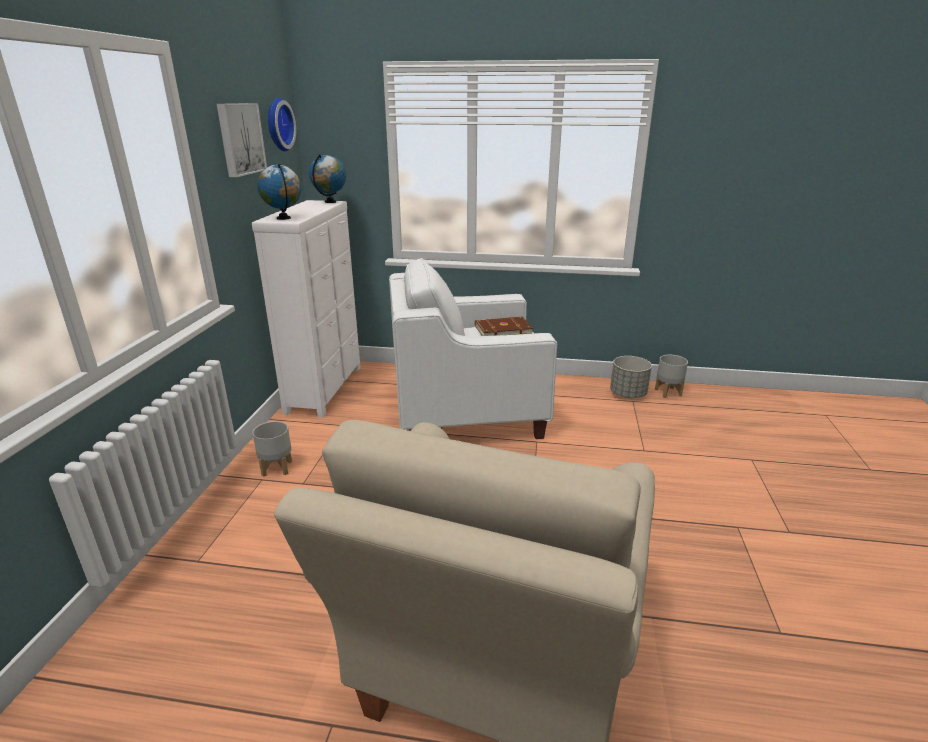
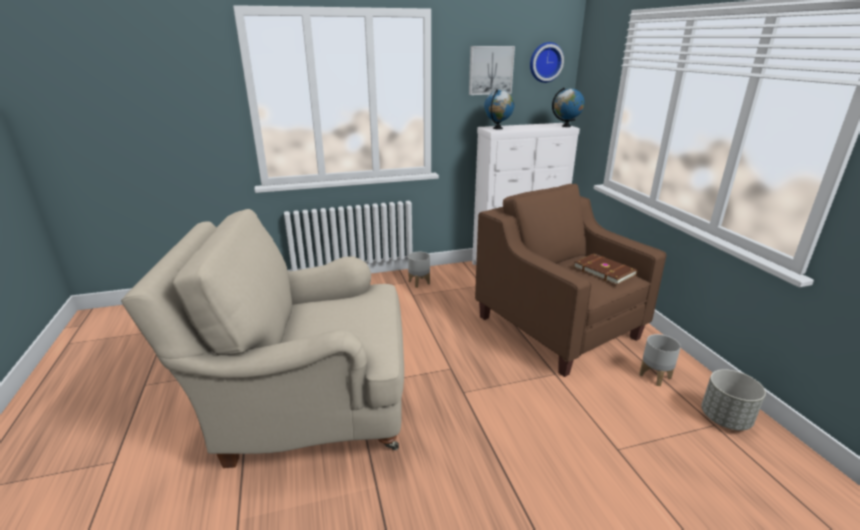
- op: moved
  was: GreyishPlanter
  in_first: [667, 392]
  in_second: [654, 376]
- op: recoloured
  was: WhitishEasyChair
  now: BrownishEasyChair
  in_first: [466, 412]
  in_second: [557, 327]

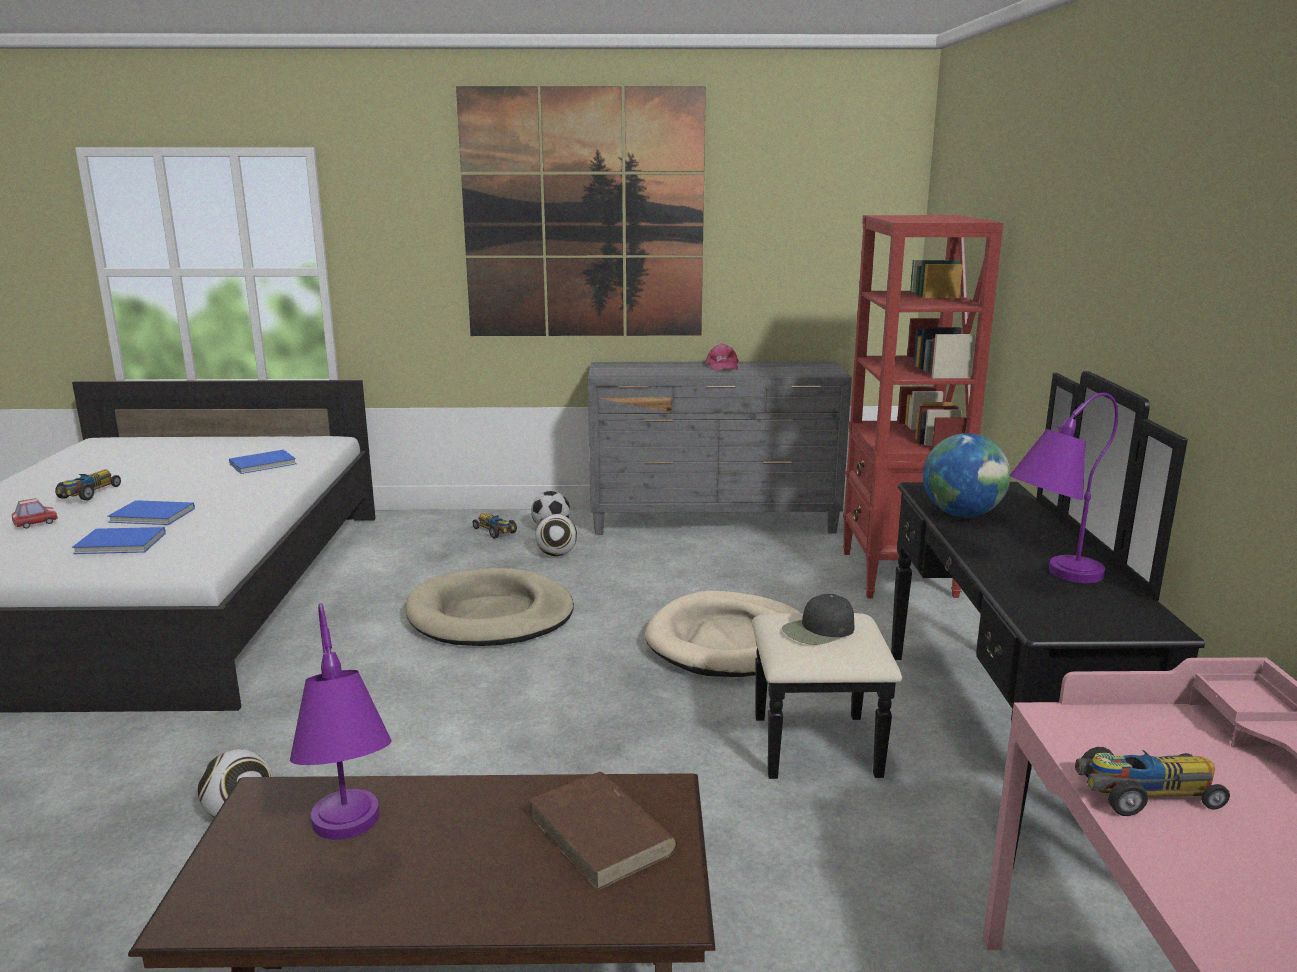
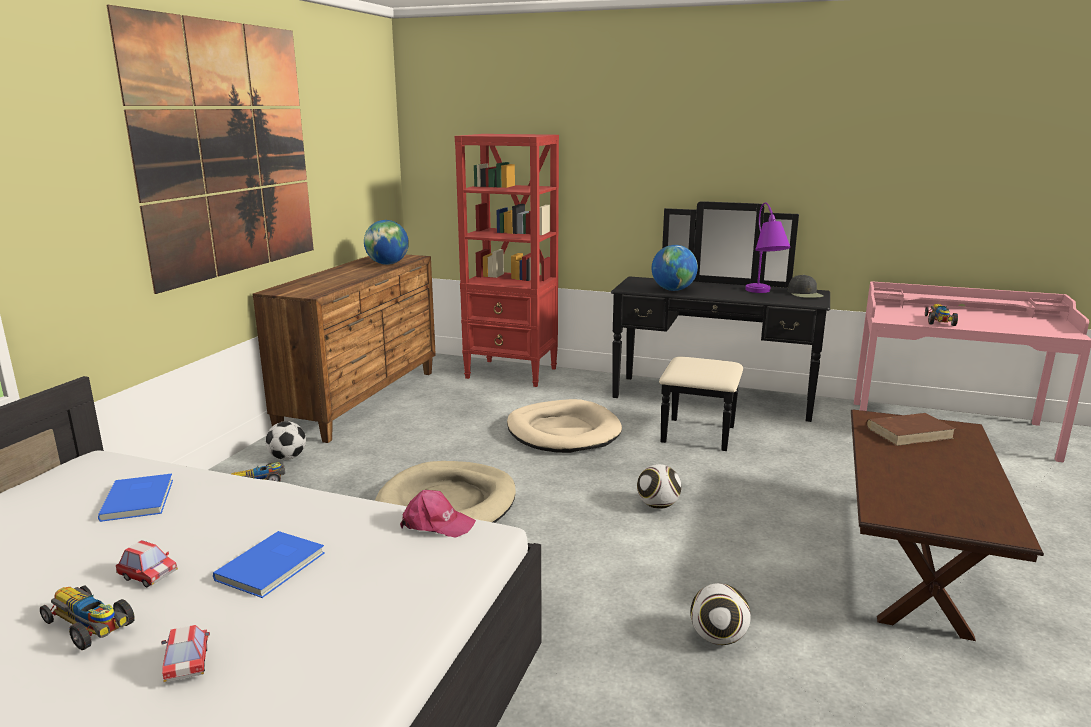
- op: removed
  was: BlueVolume
  in_first: [121, 544]
- op: removed
  was: PurpleLampForATable
  in_first: [349, 846]
- op: added
  now: MiniatureCar
  in_second: [148, 576]
- op: added
  now: WorldGlobe
  in_second: [387, 264]
- op: moved
  was: FootballBall
  in_first: [556, 554]
  in_second: [658, 505]
- op: moved
  was: PinkColouredCap
  in_first: [722, 366]
  in_second: [436, 524]
- op: moved
  was: BlackishCap
  in_first: [819, 630]
  in_second: [805, 294]
- op: recoloured
  was: GreyishDresser
  now: BrownishDresser
  in_first: [714, 522]
  in_second: [362, 400]

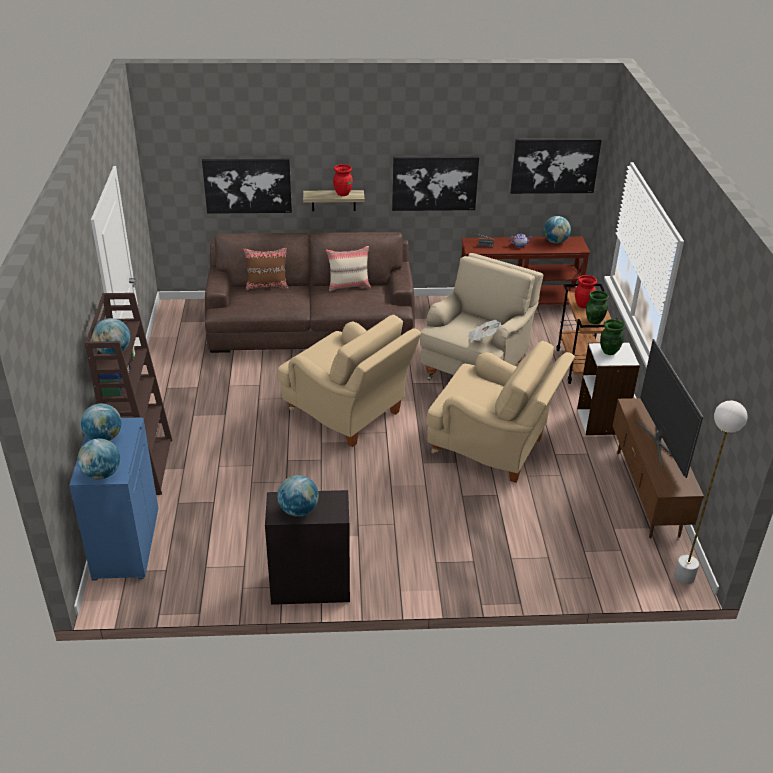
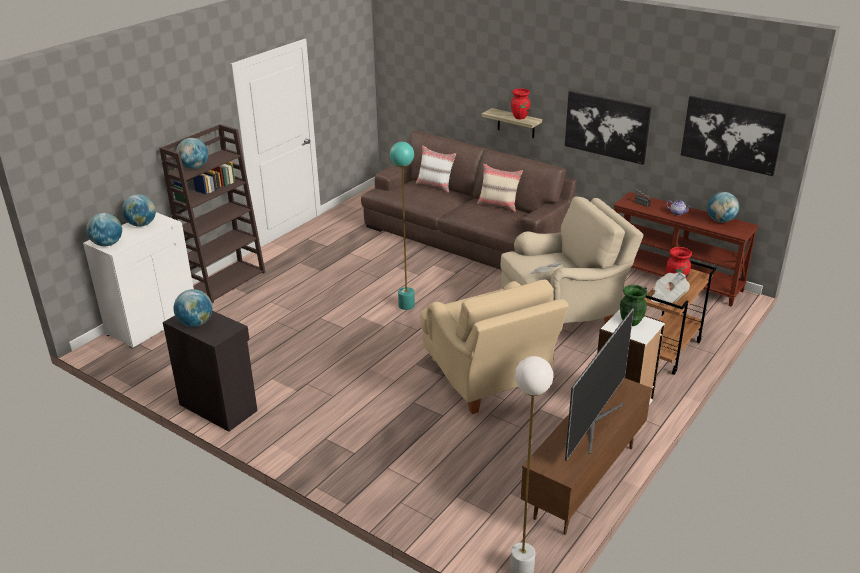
- op: removed
  was: WallPicture
  in_first: [247, 185]
- op: replaced
  was: SandColouredEasyChair
  now: TurquoiseStandingLamp
  in_first: [348, 414]
  in_second: [406, 305]
- op: replaced
  was: GreenVase
  now: DailyPaper
  in_first: [594, 321]
  in_second: [667, 297]
- op: recoloured
  was: BlueStorageCabinet
  now: WhitishStorageCabinet
  in_first: [125, 543]
  in_second: [152, 322]
- op: recoloured
  was: BrownishPillow
  now: WhitishPillow
  in_first: [267, 286]
  in_second: [435, 186]

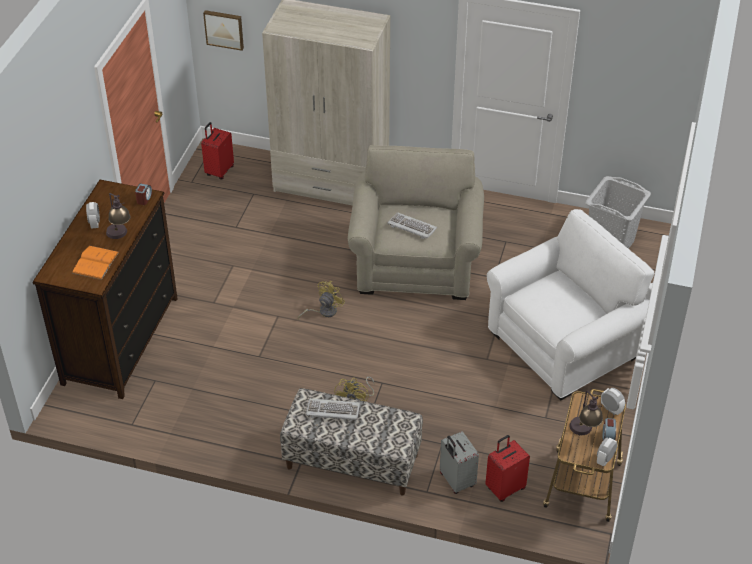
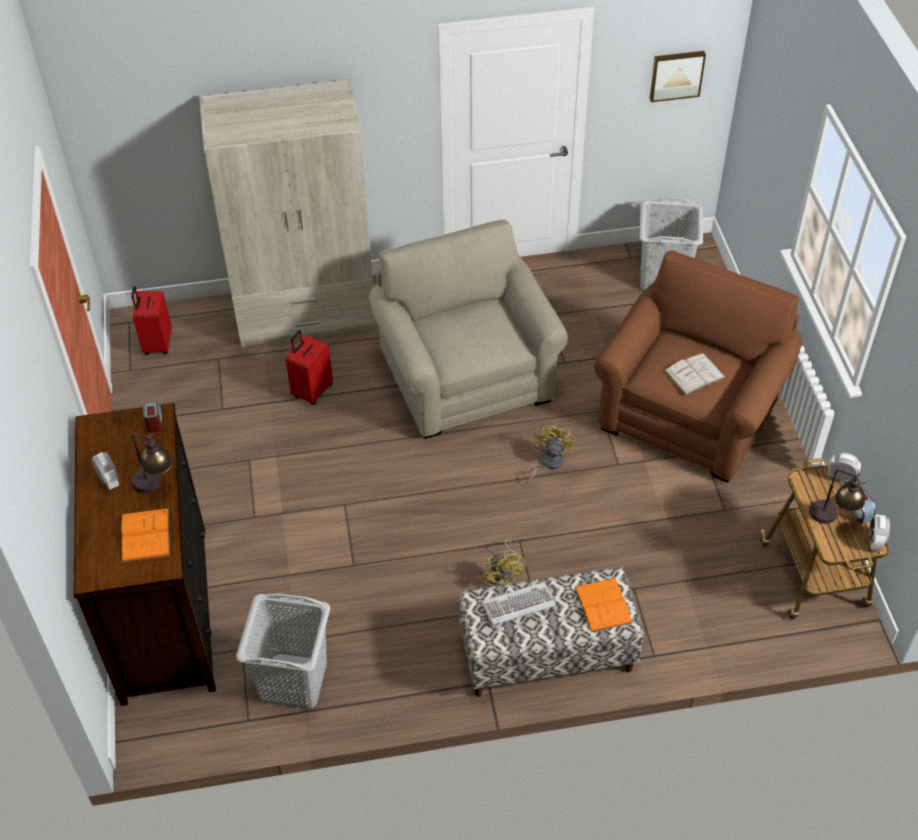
- op: removed
  was: PcKeyboard
  in_first: [411, 227]
- op: removed
  was: GreyishTravelCase
  in_first: [456, 480]
- op: added
  now: GreyishLaundryBasket
  in_second: [293, 681]
- op: added
  now: OrangeColouredVolume
  in_second: [603, 605]
- op: added
  now: WhitishVolume
  in_second: [694, 374]
- op: moved
  was: WallPicture
  in_first: [224, 29]
  in_second: [676, 74]
- op: moved
  was: YellowColouredCoolingFan
  in_first: [324, 311]
  in_second: [548, 463]
- op: moved
  was: RedTravelCase
  in_first: [505, 488]
  in_second: [312, 391]
- op: recoloured
  was: WhitishEasyChair
  now: BrownishEasyChair
  in_first: [565, 344]
  in_second: [690, 414]

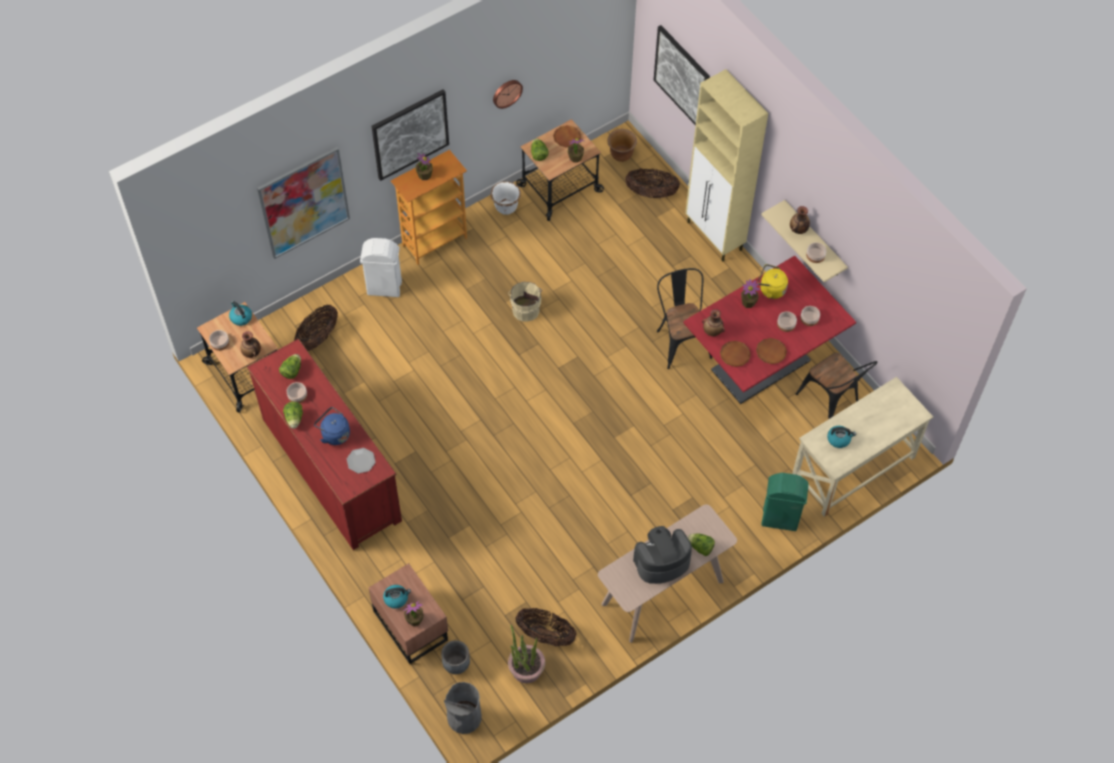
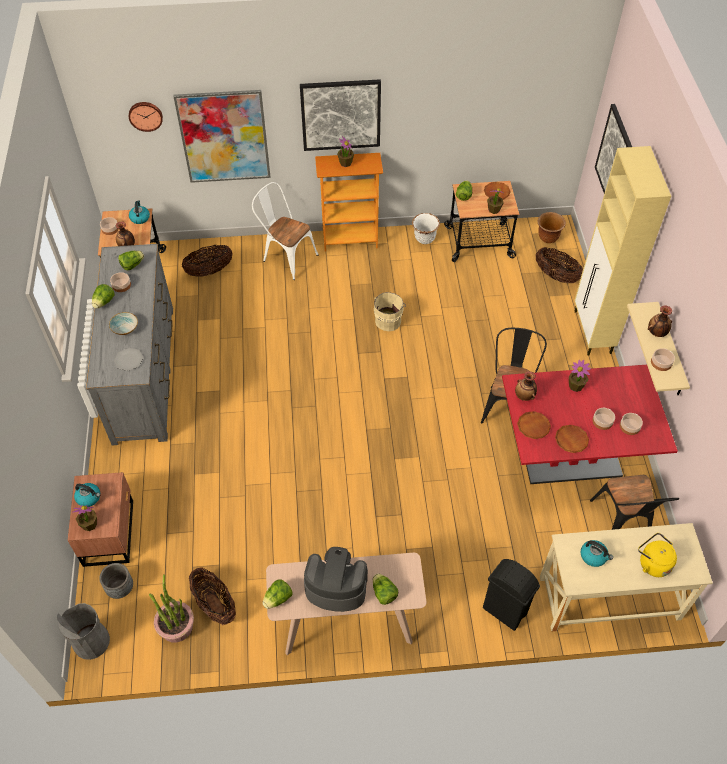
- op: added
  now: HeadOfLettuce
  in_second: [278, 599]
- op: moved
  was: WallClock
  in_first: [506, 93]
  in_second: [145, 115]
- op: moved
  was: YellowColouredWaterKettle
  in_first: [770, 289]
  in_second: [652, 563]
- op: replaced
  was: BlueWaterKettle
  now: Bowl
  in_first: [334, 434]
  in_second: [125, 328]
- op: replaced
  was: WhitishRubbishBin
  now: WhitishUprightChair
  in_first: [384, 288]
  in_second: [286, 257]
- op: recoloured
  was: RedDresser
  now: GreyishDresser
  in_first: [331, 469]
  in_second: [144, 373]
- op: recoloured
  was: GreenRubbishBin
  now: BlackishRubbishBin
  in_first: [779, 519]
  in_second: [504, 610]

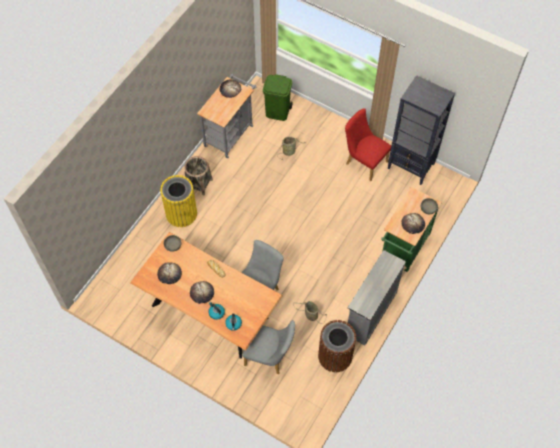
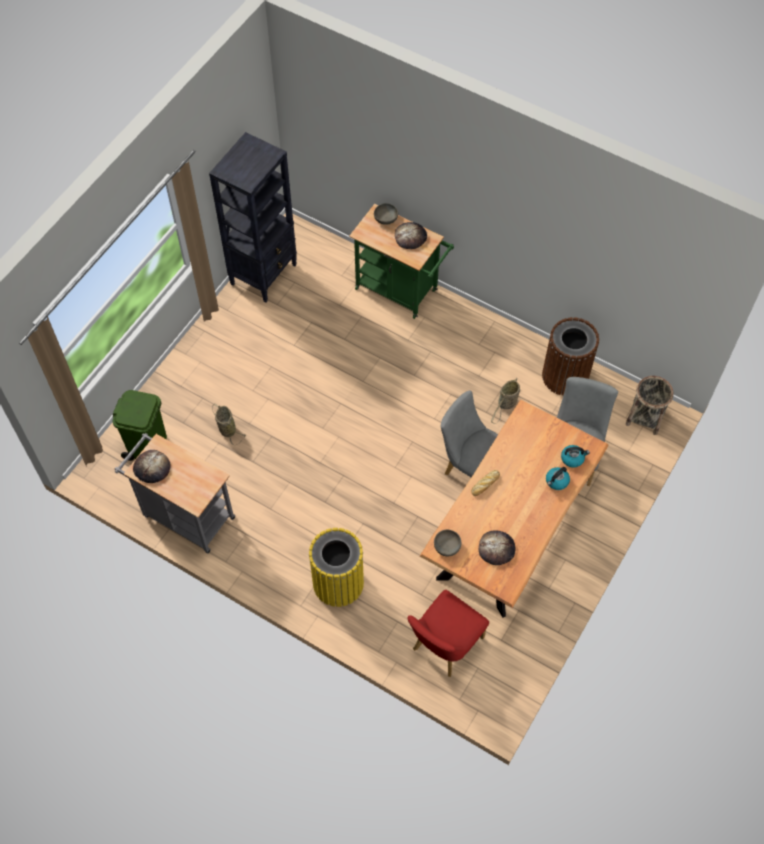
- op: removed
  was: BakeryBread
  in_first: [202, 293]
- op: removed
  was: GreyishDresser
  in_first: [370, 313]
- op: moved
  was: StorageBasket
  in_first: [199, 184]
  in_second: [645, 417]
- op: moved
  was: RedUprightChair
  in_first: [364, 161]
  in_second: [444, 647]

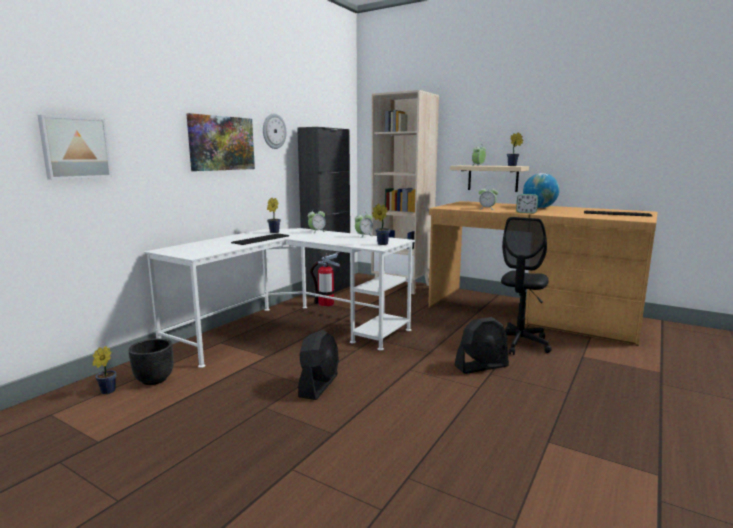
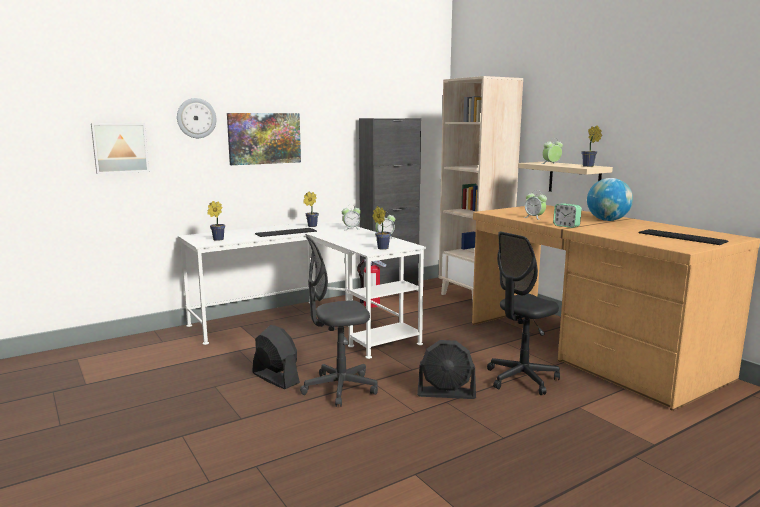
- op: removed
  was: BlackishPlanter
  in_first: [154, 379]
- op: added
  now: GreyishDeskChair
  in_second: [339, 388]
- op: moved
  was: PottedPlant
  in_first: [106, 392]
  in_second: [217, 239]
- op: moved
  was: WallClock
  in_first: [273, 131]
  in_second: [196, 118]
- op: turned
  was: BlackishCoolingFan
  in_first: [319, 385]
  in_second: [275, 378]
  clockwise: -90

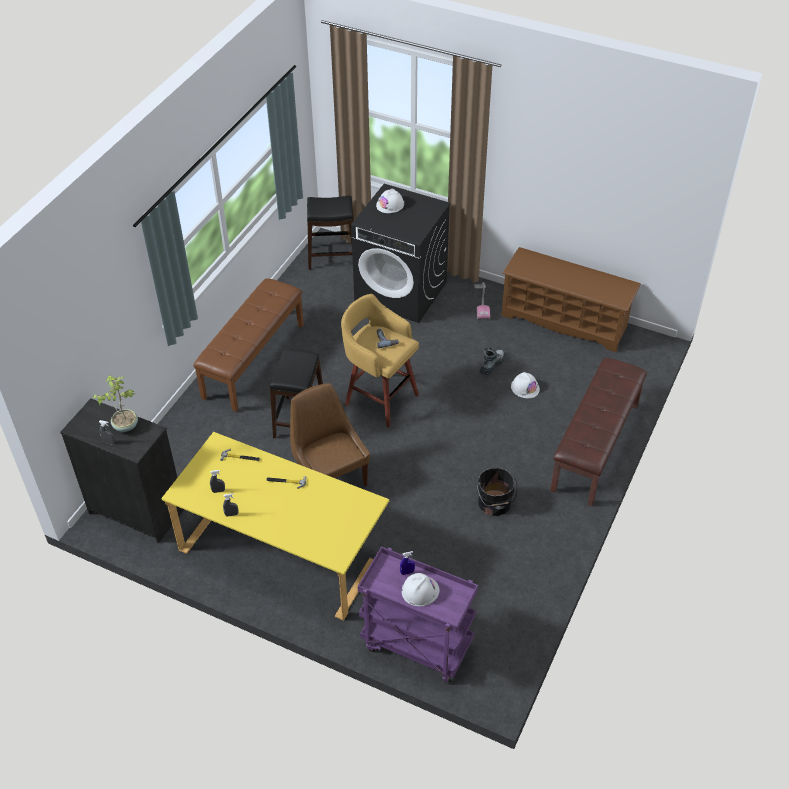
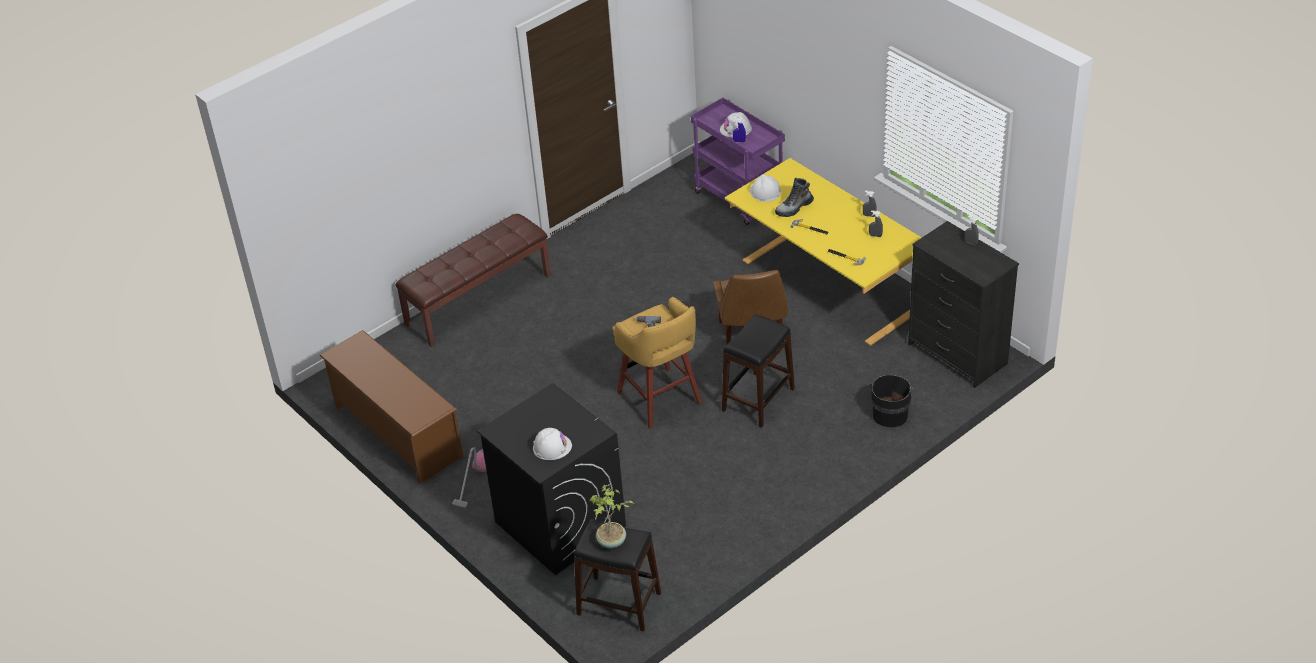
- op: removed
  was: BrownishIndoorBench
  in_first: [253, 360]
- op: moved
  was: PottedPlant
  in_first: [125, 425]
  in_second: [611, 542]
- op: moved
  was: BlackishPail
  in_first: [494, 504]
  in_second: [890, 413]
- op: moved
  was: TallBoot
  in_first: [492, 365]
  in_second: [794, 208]
- op: moved
  was: WhitishWorkHelmet
  in_first: [525, 388]
  in_second: [765, 191]

